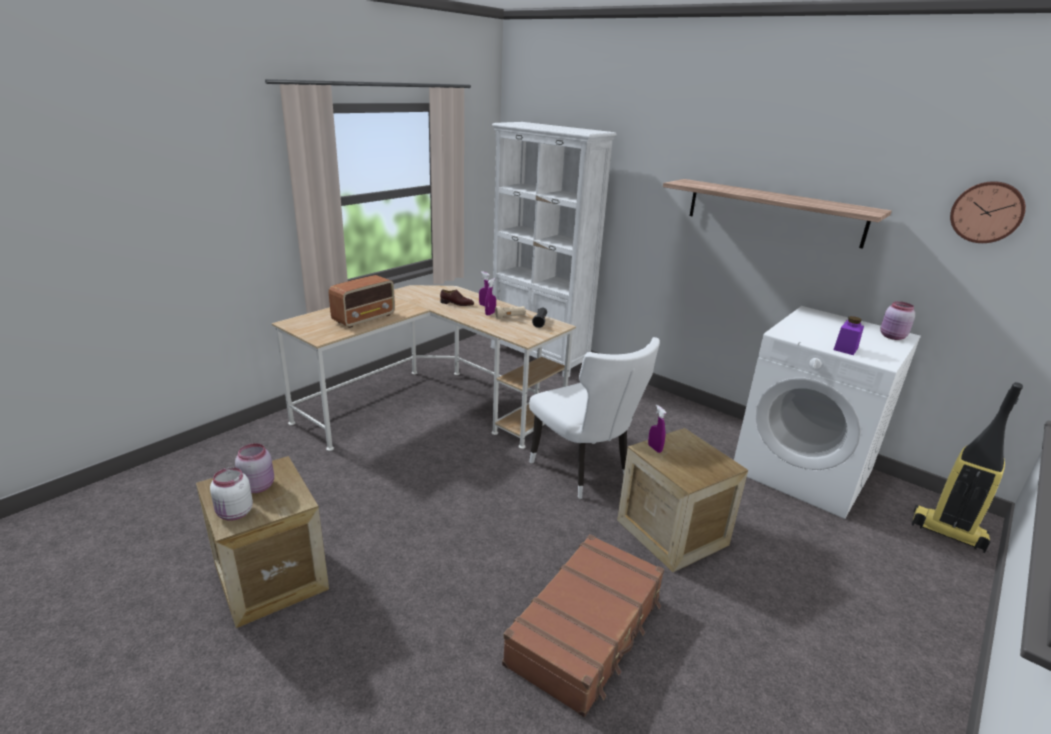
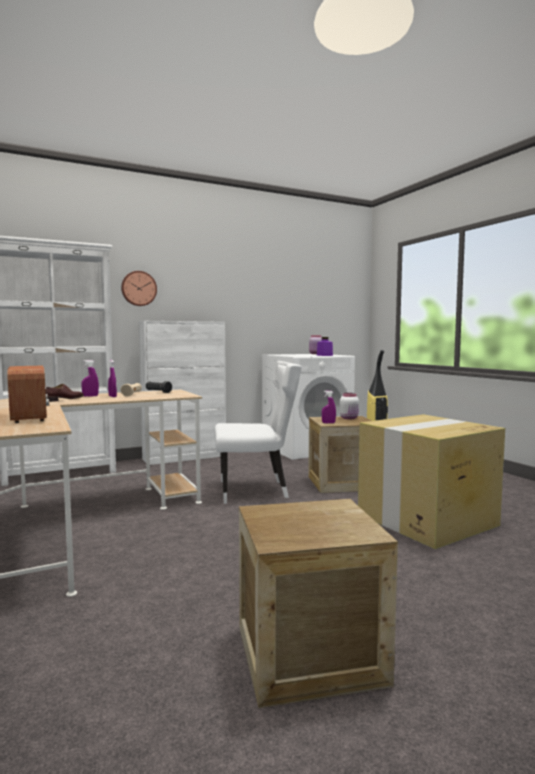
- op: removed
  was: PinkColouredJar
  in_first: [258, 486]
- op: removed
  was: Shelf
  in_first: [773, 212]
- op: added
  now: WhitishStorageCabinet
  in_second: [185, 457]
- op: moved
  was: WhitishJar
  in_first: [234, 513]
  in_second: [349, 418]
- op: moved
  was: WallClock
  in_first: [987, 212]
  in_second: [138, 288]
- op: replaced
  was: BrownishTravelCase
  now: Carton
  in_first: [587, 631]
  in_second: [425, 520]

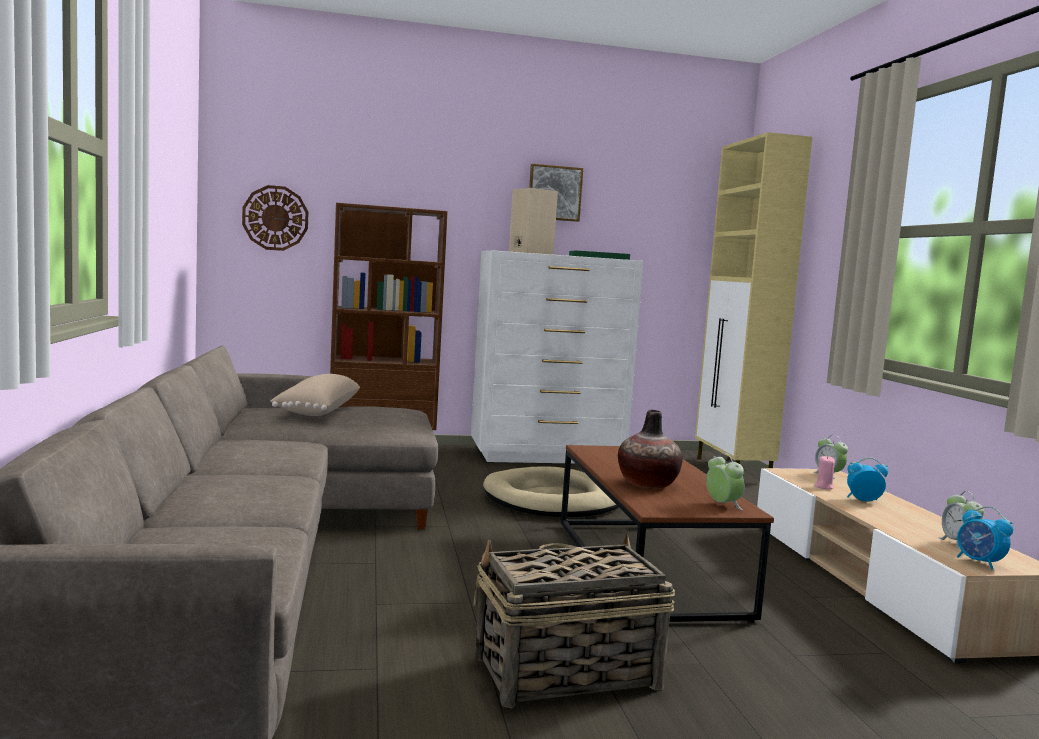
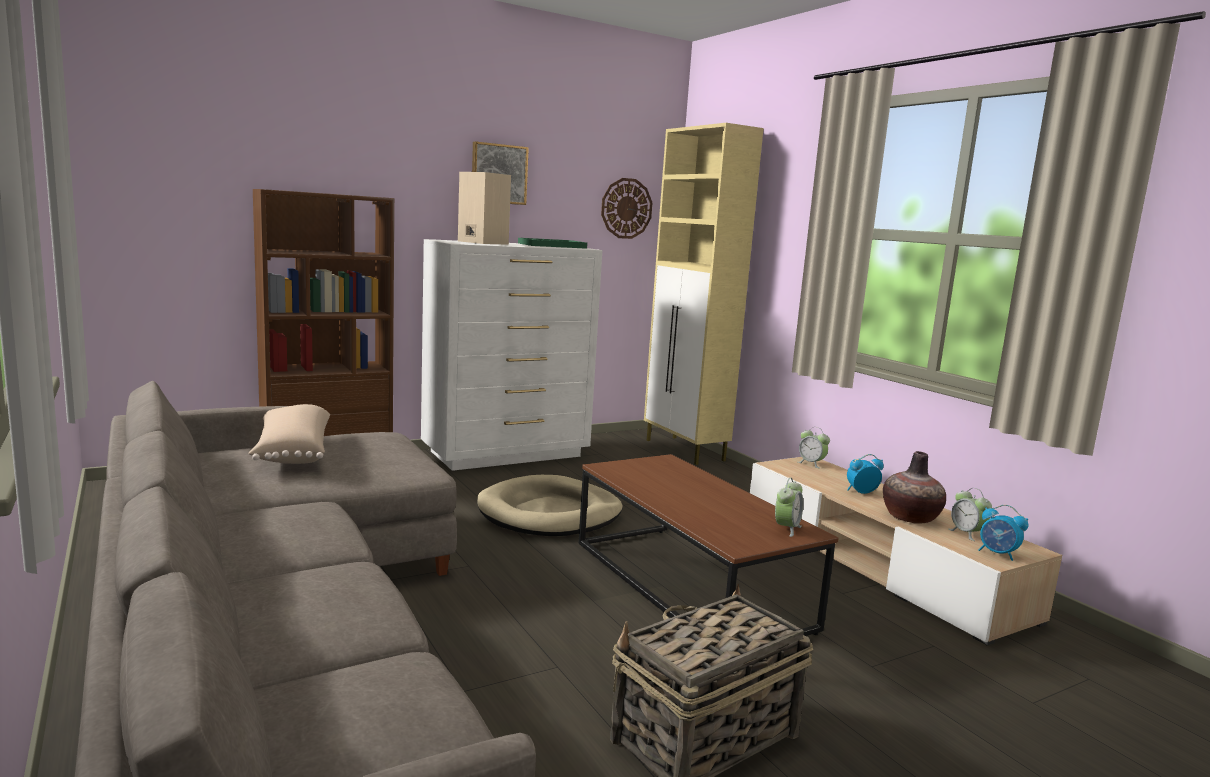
- op: removed
  was: PinkColouredCandle
  in_first: [823, 487]
- op: moved
  was: WallClock
  in_first: [275, 218]
  in_second: [626, 208]
- op: moved
  was: Vase
  in_first: [647, 484]
  in_second: [910, 517]
- op: turned
  was: TableClock
  in_first: [722, 505]
  in_second: [786, 528]
  clockwise: 75

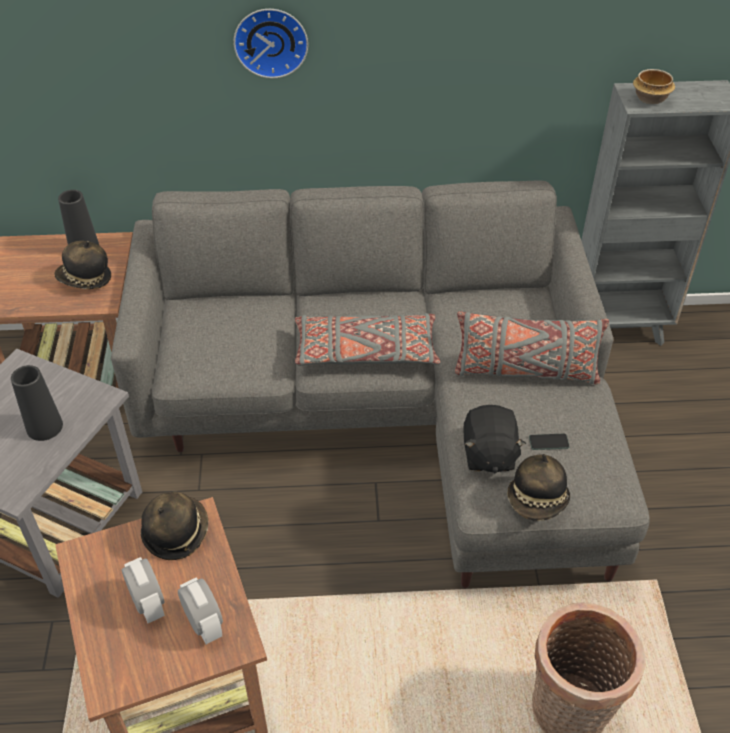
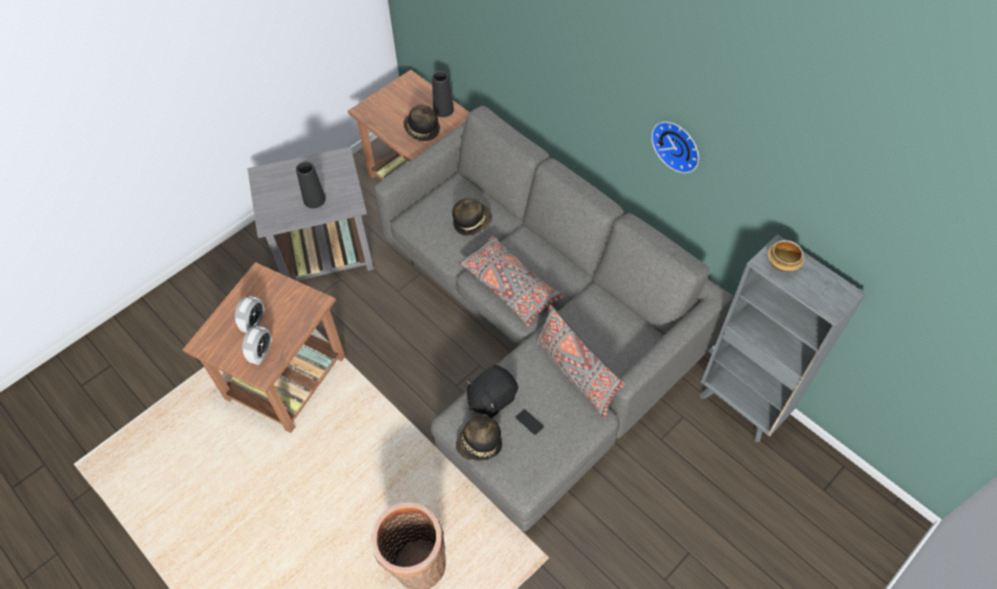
- op: moved
  was: WearableHat
  in_first: [175, 532]
  in_second: [472, 222]
- op: moved
  was: WallClock
  in_first: [271, 41]
  in_second: [678, 144]

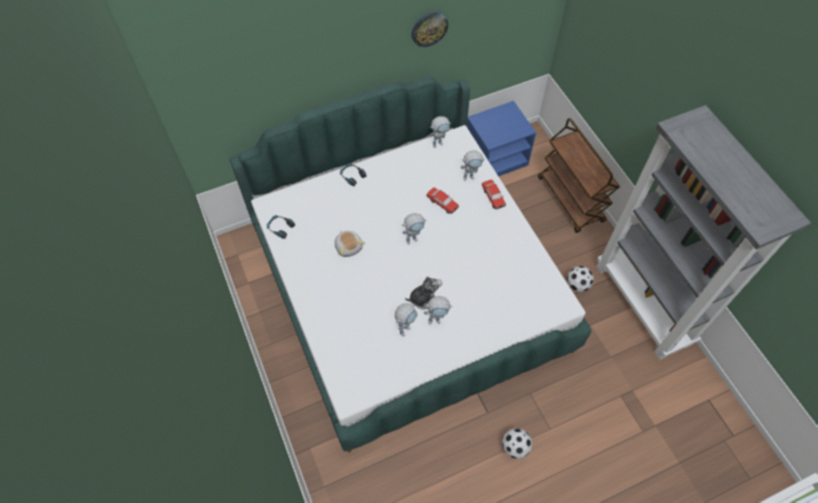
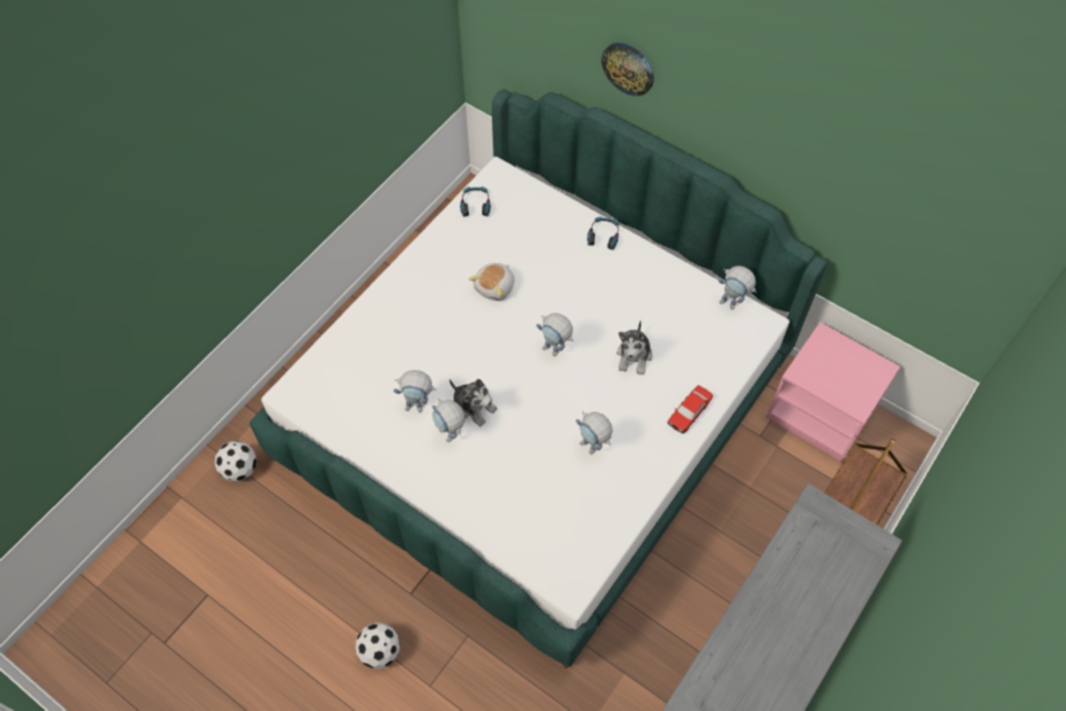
- op: moved
  was: WallClock
  in_first: [429, 29]
  in_second: [628, 68]
- op: moved
  was: RobotFigure
  in_first: [471, 176]
  in_second: [593, 449]
- op: moved
  was: FootballBall
  in_first: [578, 285]
  in_second: [240, 470]
- op: replaced
  was: MiniatureCar
  now: PlushToy
  in_first: [442, 203]
  in_second: [634, 356]
- op: recoloured
  was: BlueNightTable
  now: PinkColouredNightTable
  in_first: [495, 157]
  in_second: [822, 413]

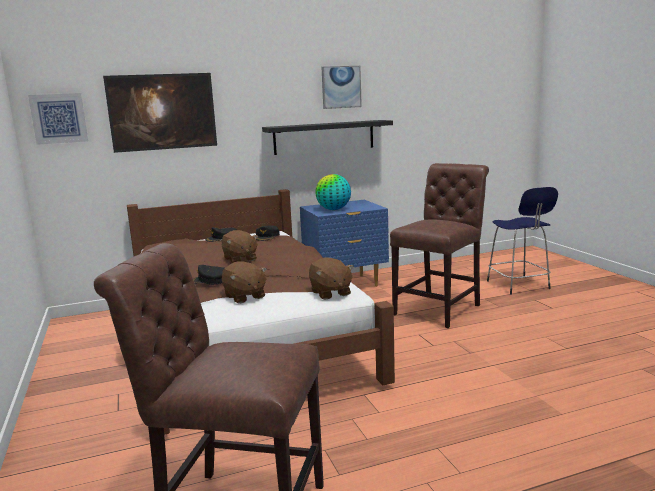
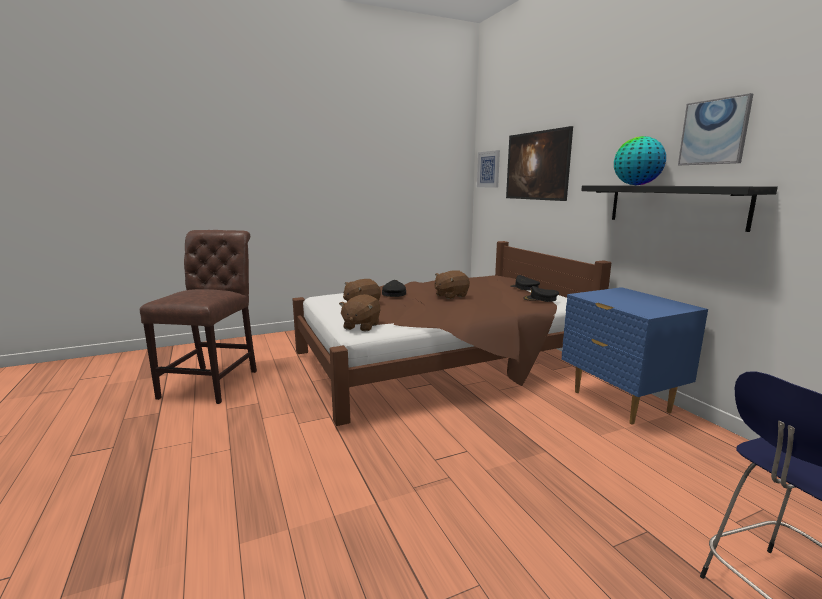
- op: removed
  was: BrownishUprightChair
  in_first: [440, 308]
- op: moved
  was: WorldGlobe
  in_first: [333, 209]
  in_second: [635, 185]
- op: turned
  was: BrownishPlushToy
  in_first: [330, 293]
  in_second: [361, 326]
  clockwise: -45

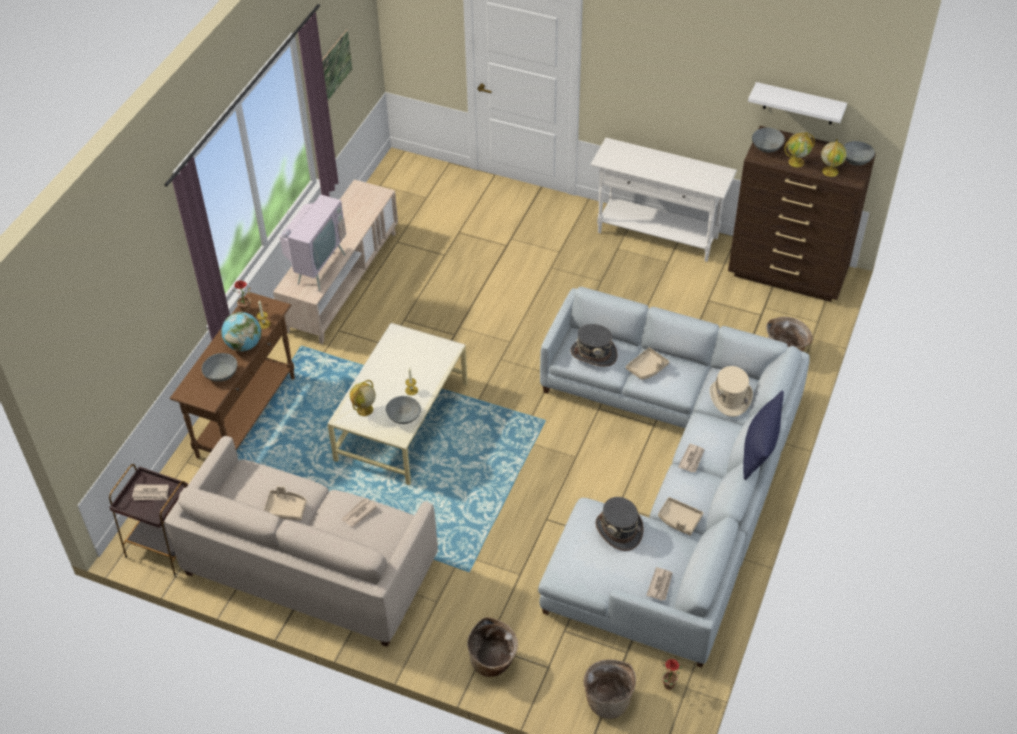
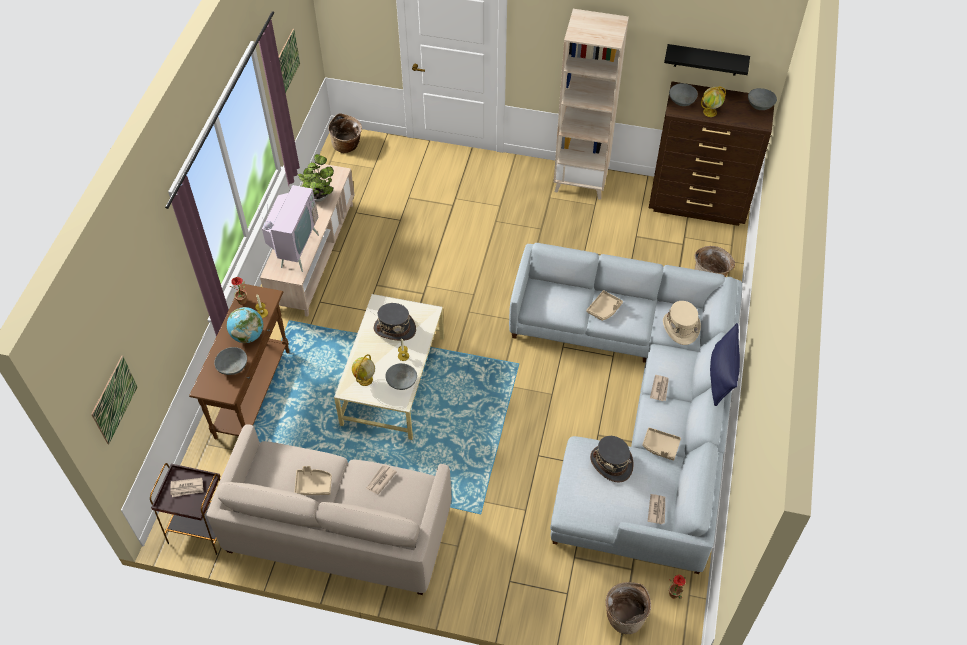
- op: removed
  was: WorldGlobe
  in_first: [830, 171]
- op: added
  now: WallPicture
  in_second: [114, 399]
- op: added
  now: PottedPlant
  in_second: [318, 195]
- op: moved
  was: StorageBasket
  in_first: [493, 662]
  in_second: [347, 146]
- op: moved
  was: GreyishWearableHat
  in_first: [594, 354]
  in_second: [395, 328]
- op: replaced
  was: WhitishConsoleTable
  now: SandColouredShelvingUnit
  in_first: [658, 235]
  in_second: [581, 181]
- op: recoloured
  was: WhitishShelf
  now: BlackishShelf
  in_first: [799, 104]
  in_second: [706, 60]

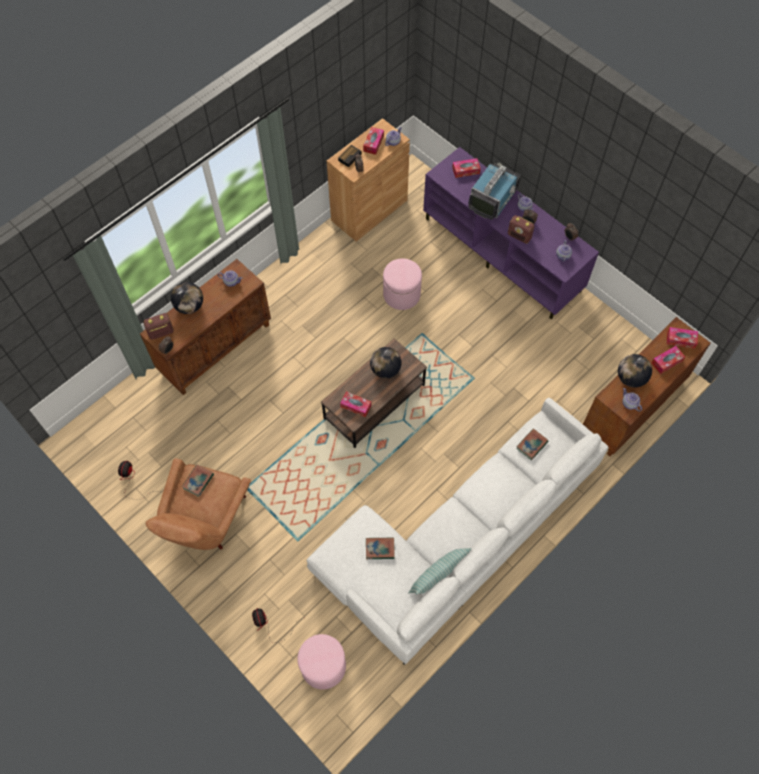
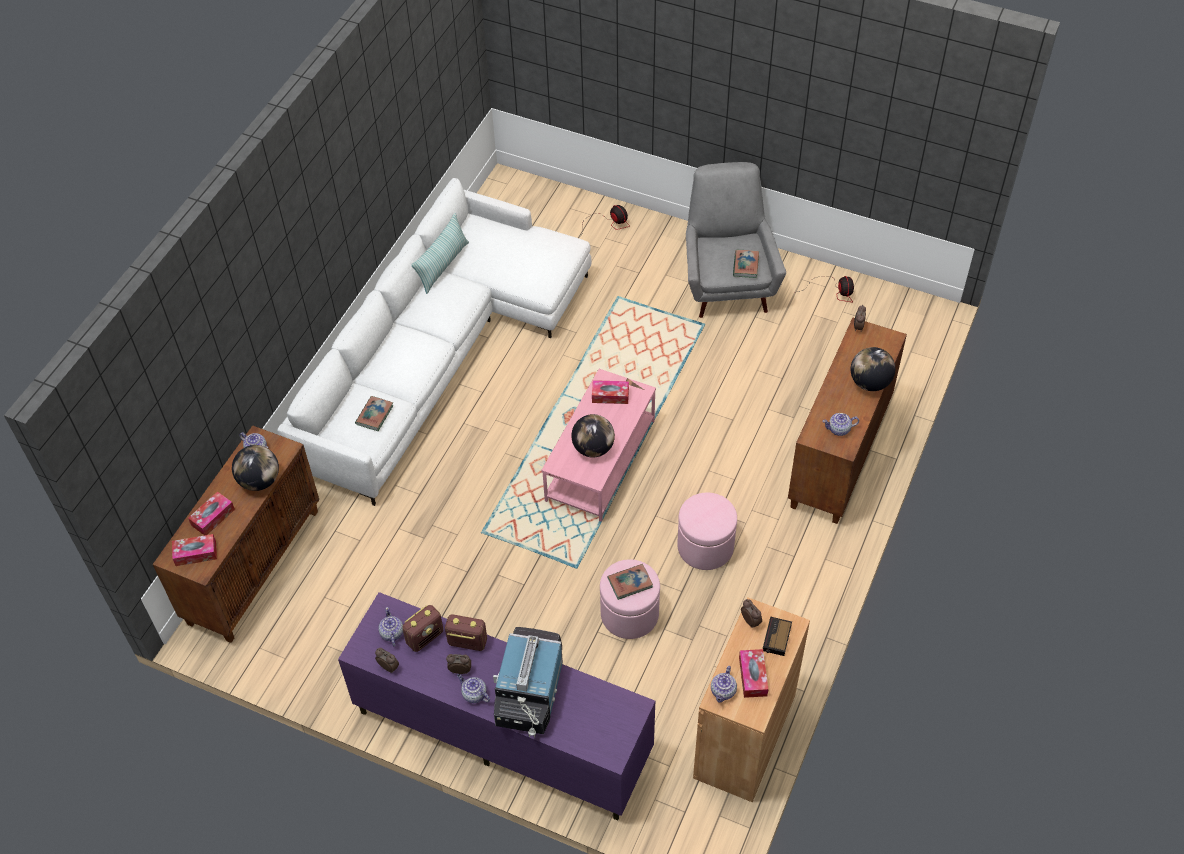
- op: removed
  was: BoxOfTissues
  in_first: [466, 170]
- op: moved
  was: Radio
  in_first: [161, 333]
  in_second: [425, 637]
- op: moved
  was: PinkColouredFootrest
  in_first: [323, 666]
  in_second: [705, 546]
- op: moved
  was: Volume
  in_first: [380, 549]
  in_second: [630, 583]
- op: recoloured
  was: BrownishEasyChair
  now: GreyishEasyChair
  in_first: [206, 522]
  in_second: [727, 281]
- op: recoloured
  was: BrownishLowTable
  now: PinkColouredLowTable
  in_first: [374, 402]
  in_second: [600, 460]

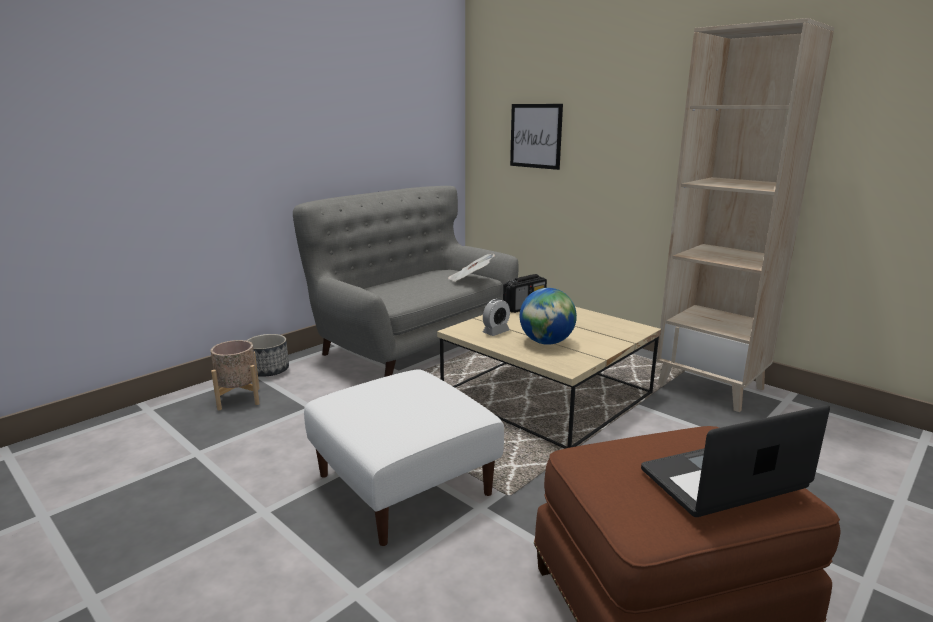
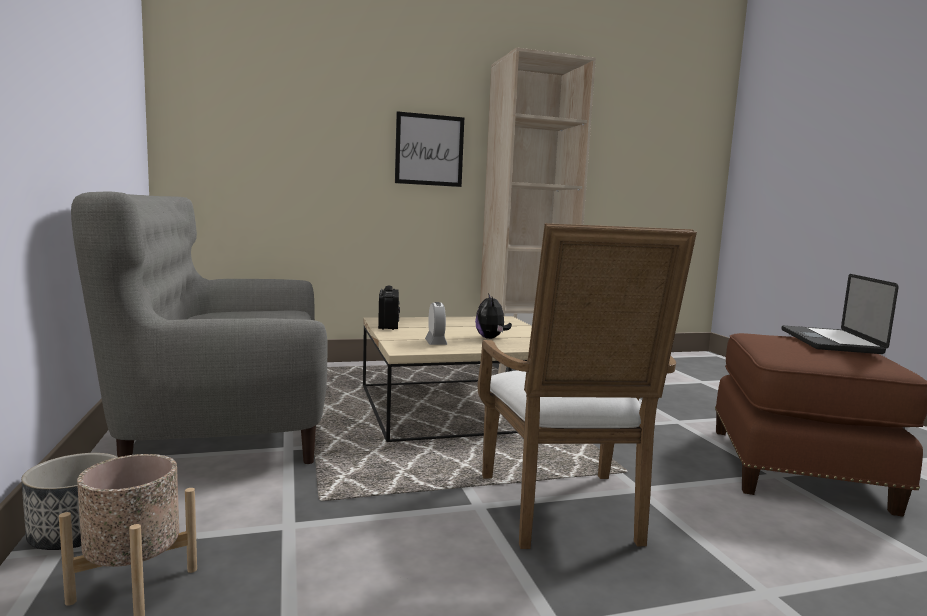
- op: removed
  was: DailyPaper
  in_first: [470, 280]
- op: moved
  was: WallPicture
  in_first: [535, 136]
  in_second: [429, 150]
- op: replaced
  was: WhitishFootrest
  now: WhitishEasyChair
  in_first: [402, 484]
  in_second: [565, 514]
- op: replaced
  was: WorldGlobe
  now: PlushToy
  in_first: [546, 342]
  in_second: [491, 338]

